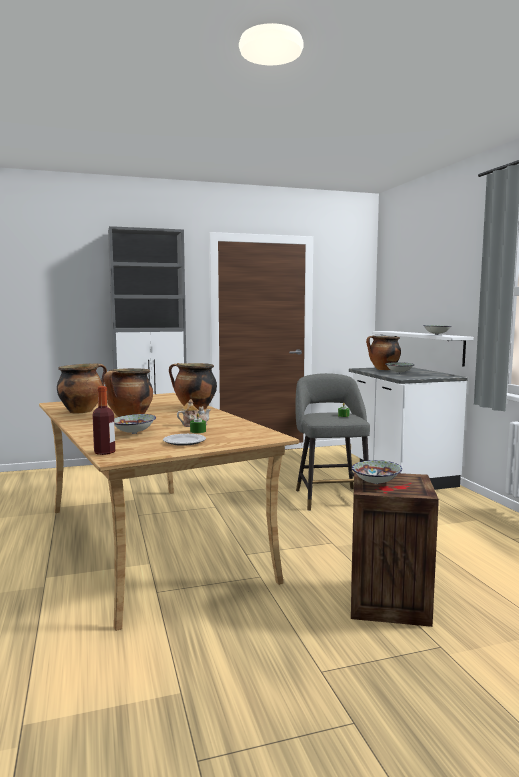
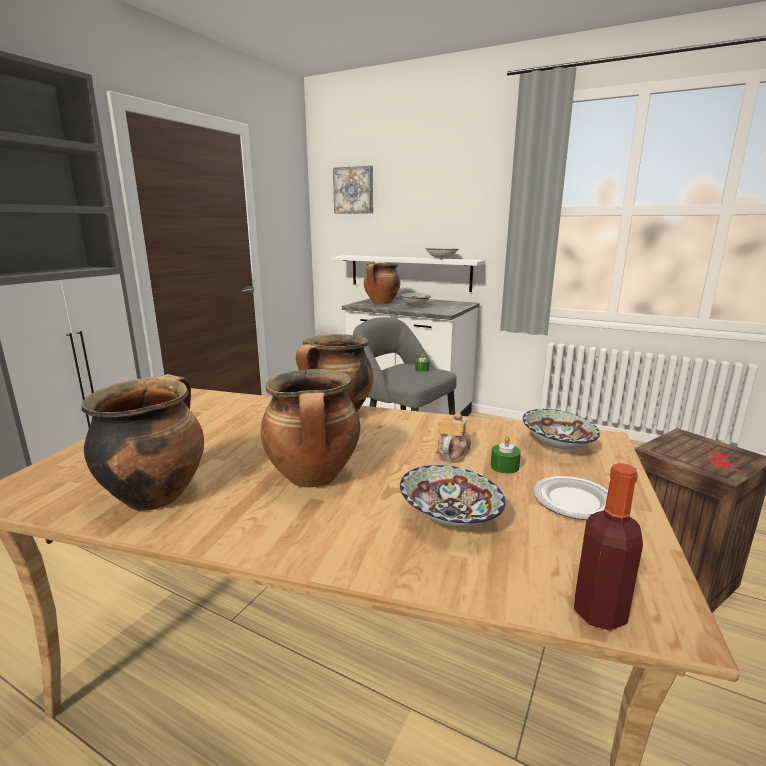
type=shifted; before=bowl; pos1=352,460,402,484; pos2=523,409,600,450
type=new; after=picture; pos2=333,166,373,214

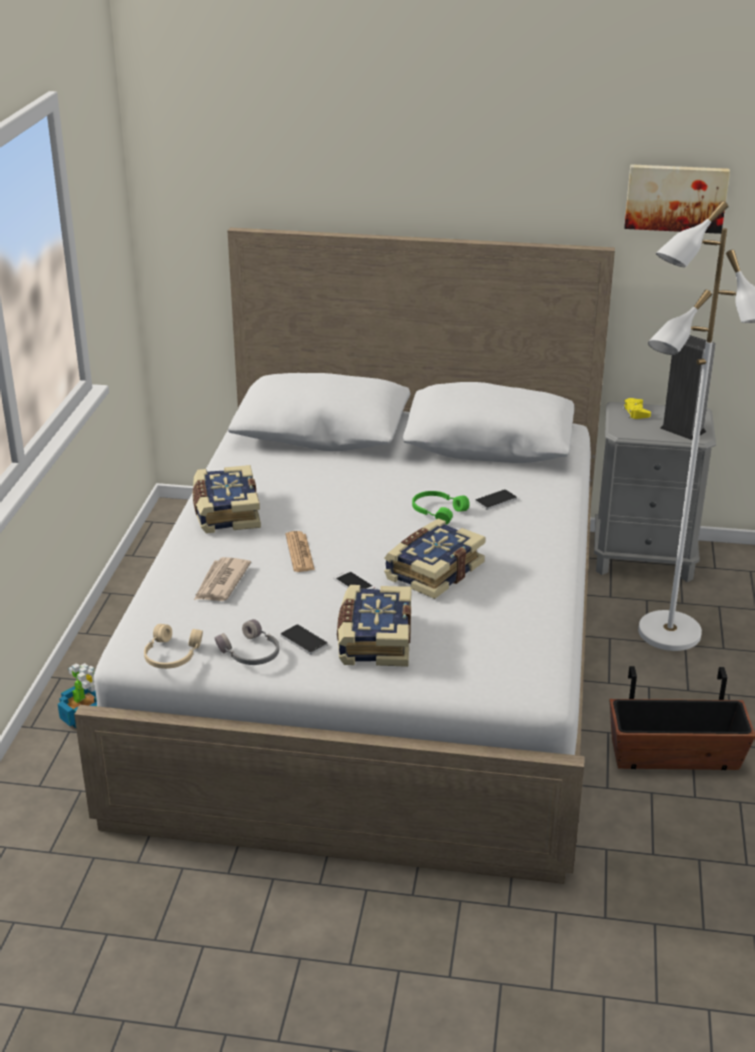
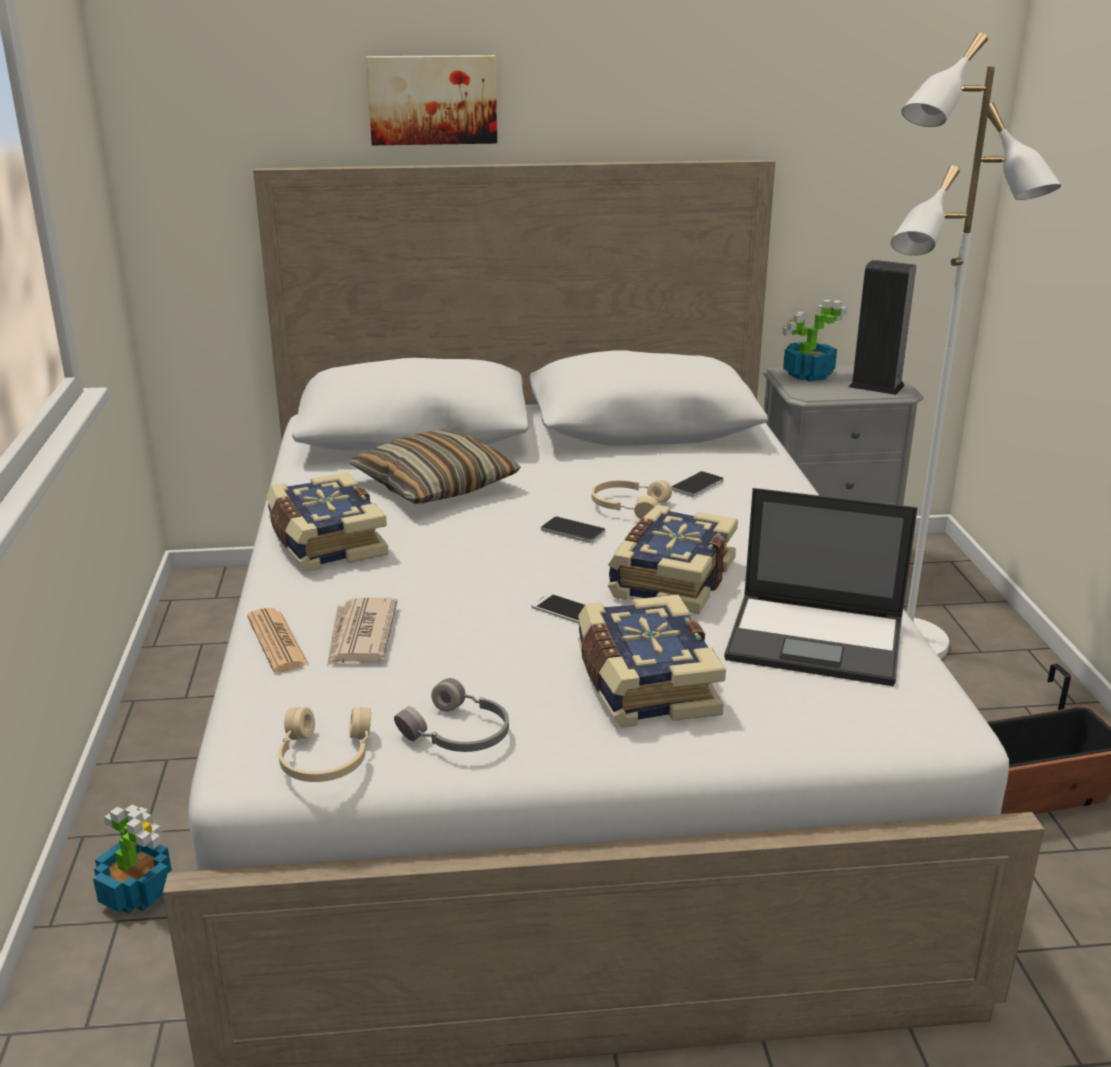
type=shifted; before=phone; pos1=280,624,327,655; pos2=541,516,605,543
type=shifted; before=newspaper; pos1=286,531,315,572; pos2=247,608,309,672
type=repainted; before=green headphones; after=beige headphones; pos1=412,491,470,524; pos2=592,480,672,519
type=swapped; before=yellow game controller; after=potted plant; pos1=623,398,651,419; pos2=782,299,847,382
type=shifted; before=picture; pos1=624,164,730,234; pos2=366,55,497,145
type=new; after=pillow; pos2=349,430,521,504
type=new; after=laptop; pos2=724,488,918,686

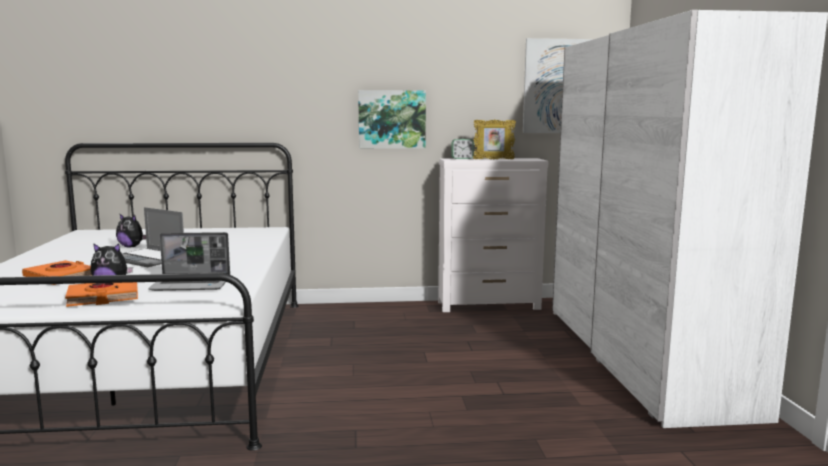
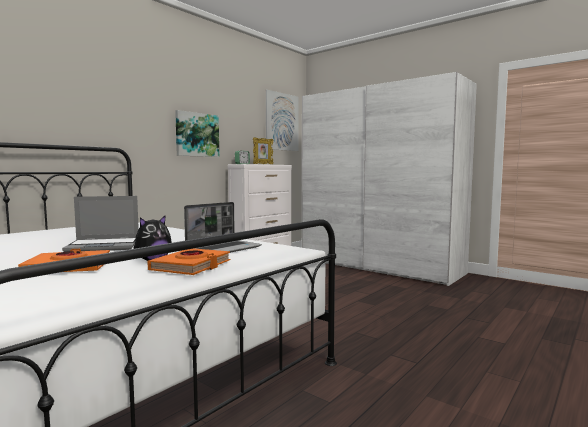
type=gone; before=plush toy; pos1=116,213,146,248

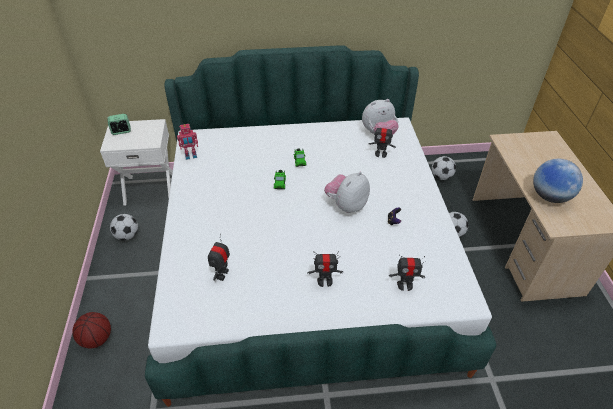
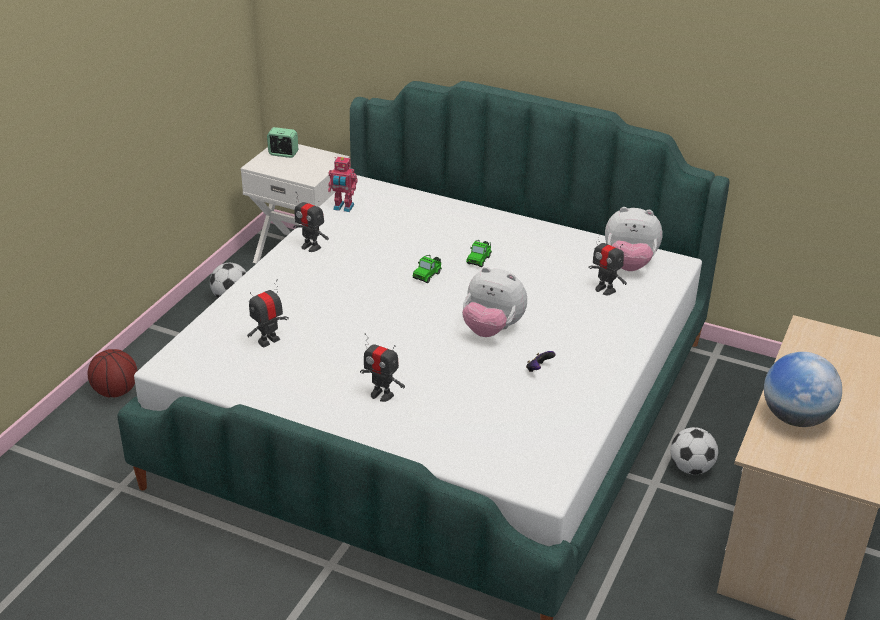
type=rotated; before=plush toy; pos1=324,172,370,213; pos2=462,267,527,337; turn=-135
type=shifted; before=toy robot; pos1=389,254,425,291; pos2=293,192,329,252
type=gone; before=football; pos1=432,156,456,180

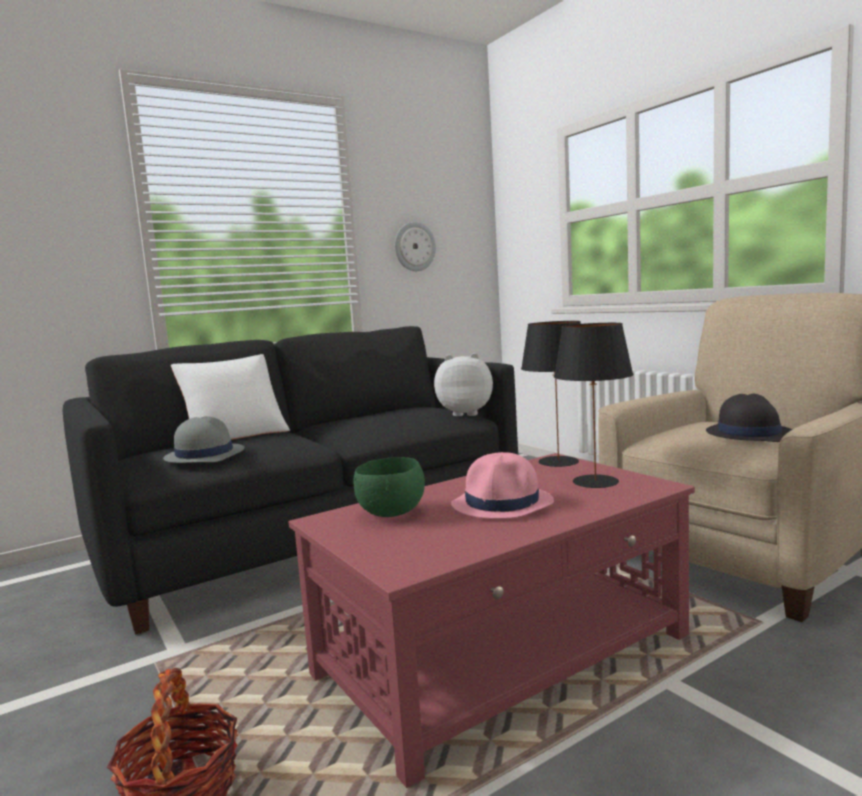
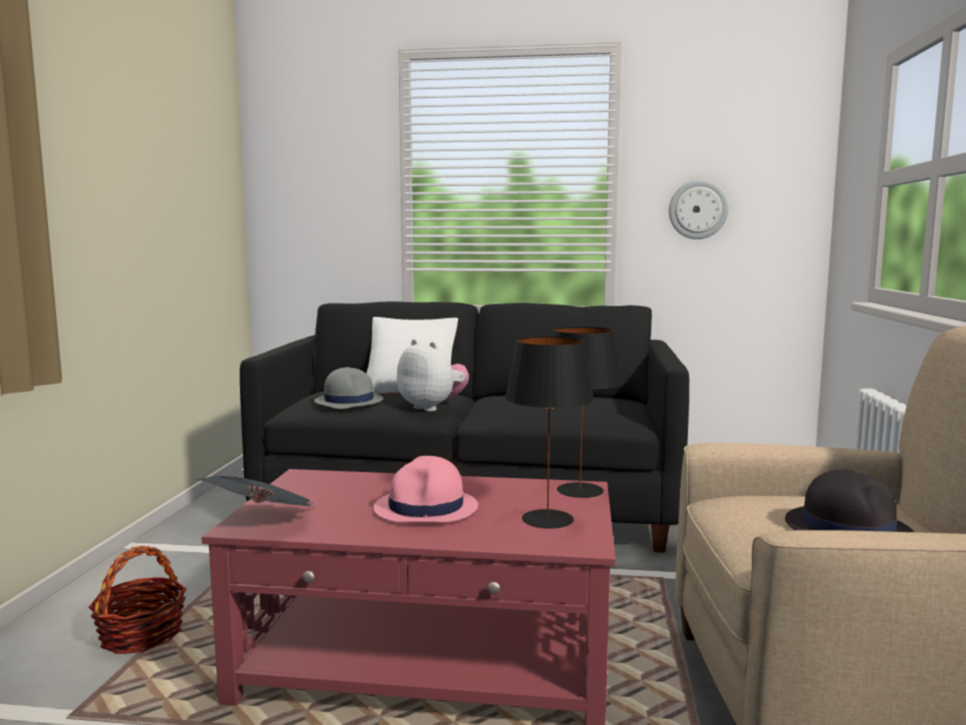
type=gone; before=green bowl; pos1=354,457,425,517
type=shifted; before=plush toy; pos1=434,353,493,416; pos2=397,339,469,412
type=new; after=newspaper; pos2=197,476,315,506

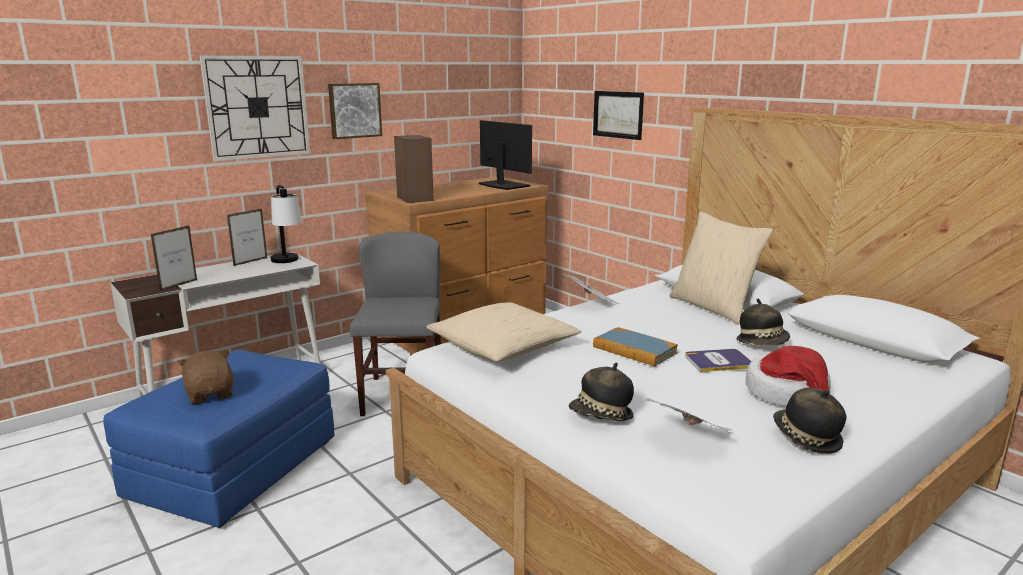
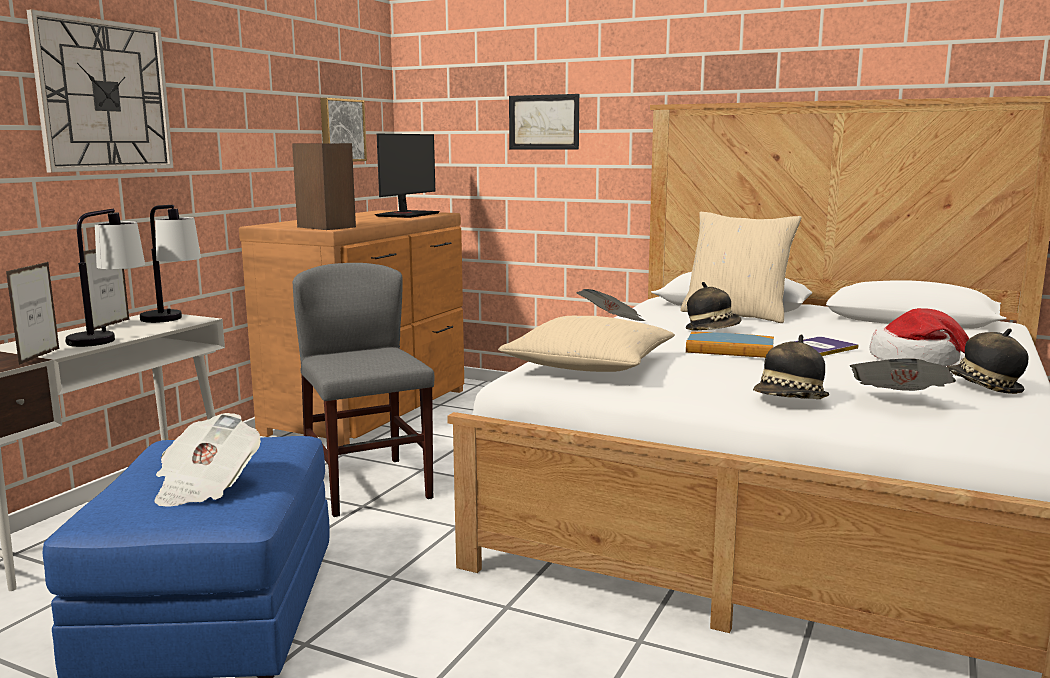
type=swapped; before=brown plush toy; after=newspaper; pos1=177,351,233,404; pos2=155,413,261,507
type=shifted; before=picture; pos1=328,83,382,139; pos2=320,98,367,162
type=rotated; before=monitor; pos1=478,120,532,190; pos2=375,134,440,218; turn=90
type=shifted; before=hat; pos1=736,299,790,346; pos2=686,282,742,331
type=new; after=table lamp; pos2=65,209,145,347

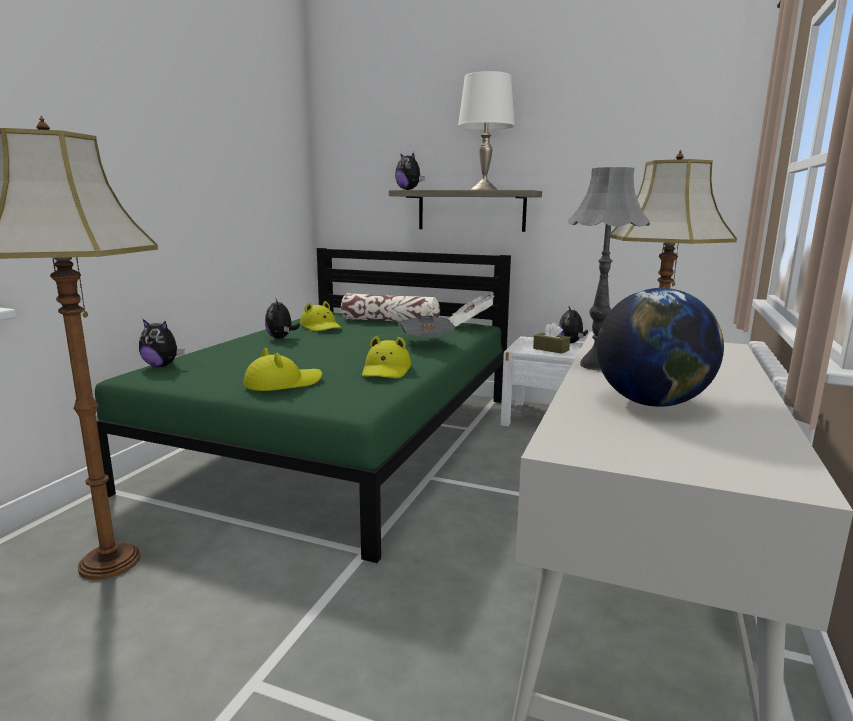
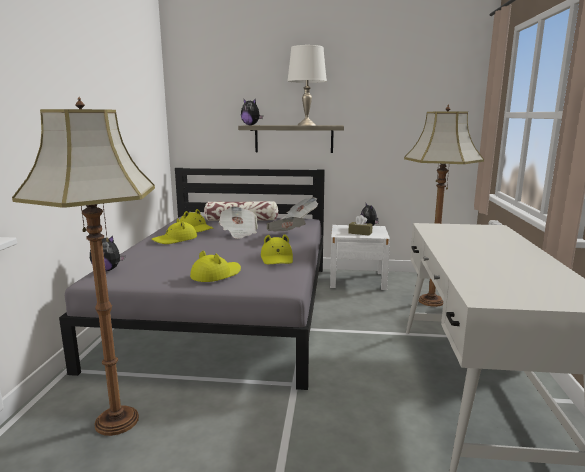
type=repainted; before=green bed; after=grey bed; pos1=95,248,511,563; pos2=59,168,325,390
type=swapped; before=plush toy; after=yellow hat; pos1=265,297,300,338; pos2=152,218,197,244
type=gone; before=grey table lamp; pos1=568,167,650,370
type=gone; before=globe; pos1=597,288,724,407
type=new; after=newspaper; pos2=219,206,258,239

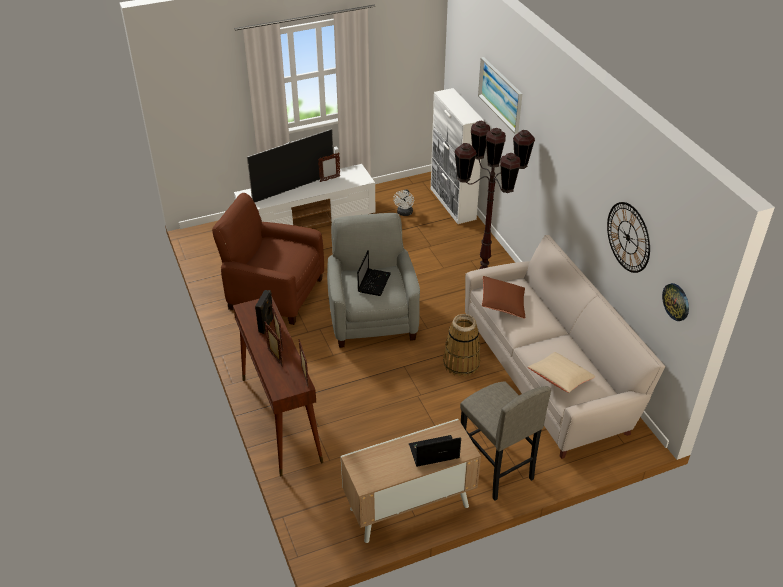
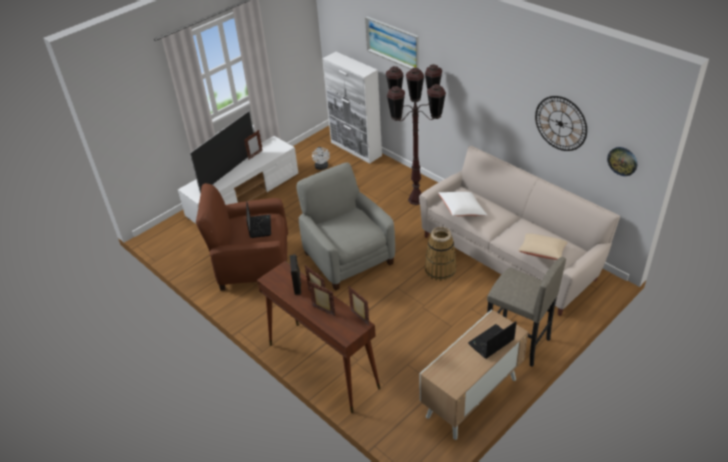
type=shifted; before=laptop; pos1=357,250,391,296; pos2=246,201,271,238
type=repainted; before=brown pillow; after=white pillow; pos1=482,276,525,319; pos2=438,192,487,216

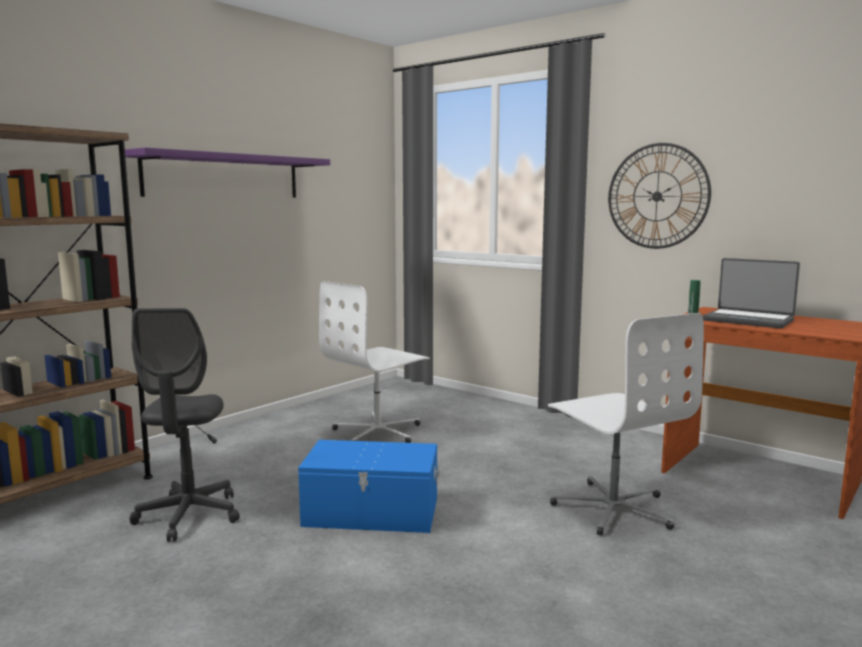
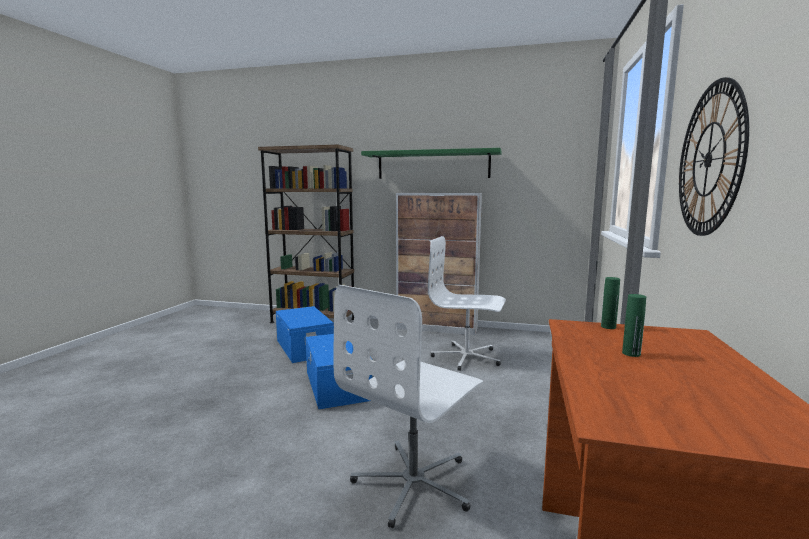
type=repainted; before=purple shelf; after=green shelf; pos1=125,147,330,198; pos2=361,148,501,179
type=swapped; before=grey office chair; after=blue storage box; pos1=130,308,240,542; pos2=276,306,334,363
type=swapped; before=laptop; after=green bottle; pos1=703,258,800,329; pos2=622,294,646,357
type=new; after=cabinet; pos2=396,193,482,335

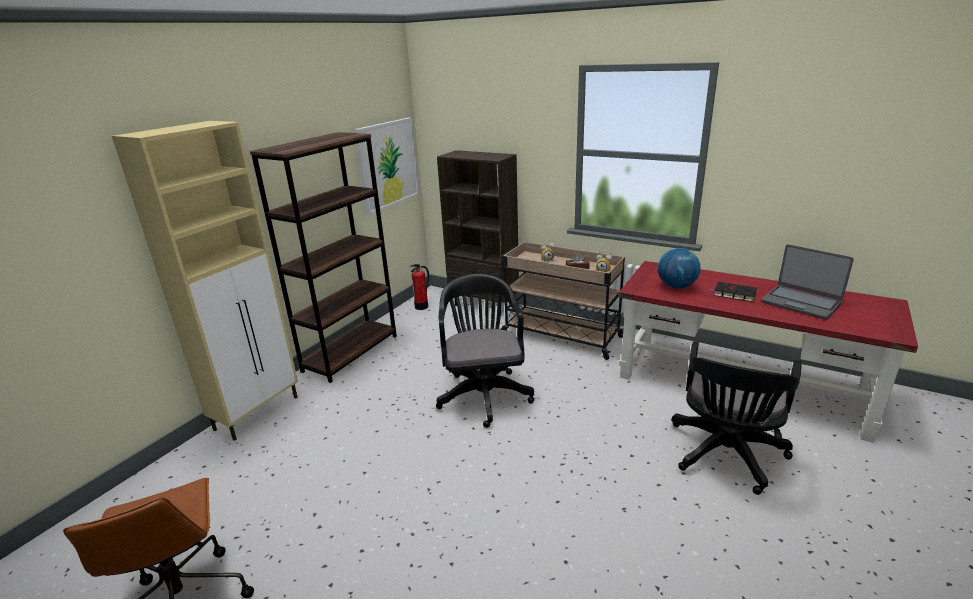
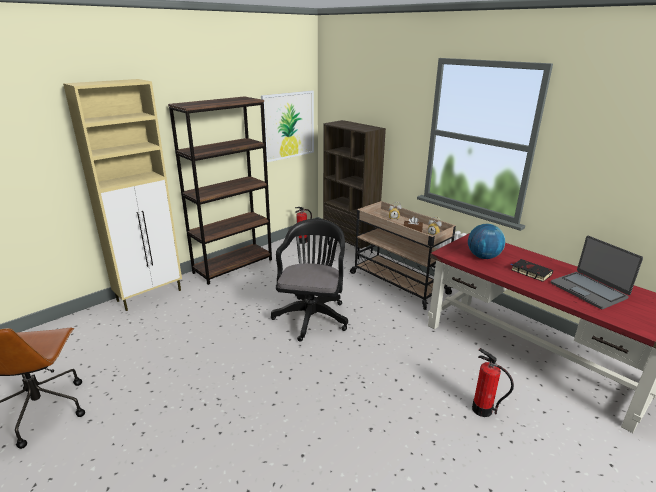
type=swapped; before=black office chair; after=fire extinguisher; pos1=671,341,802,495; pos2=472,348,514,417

